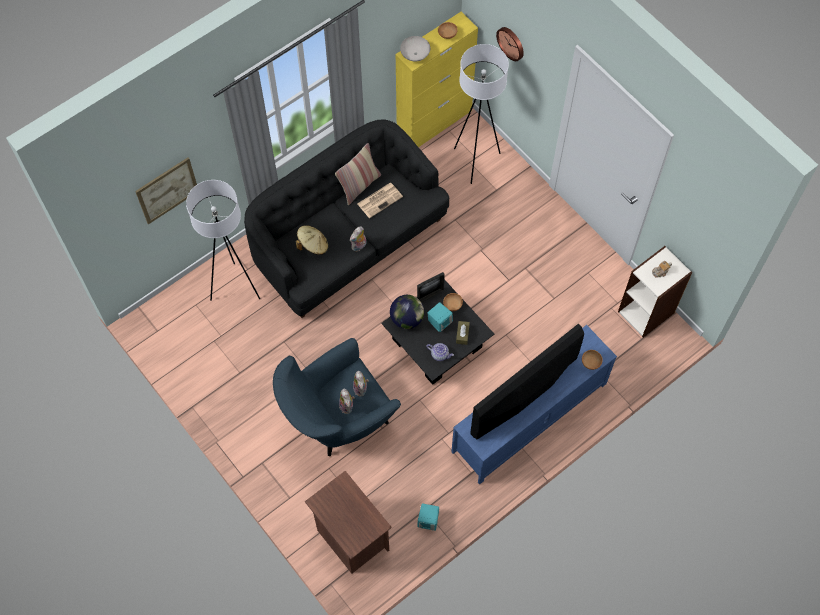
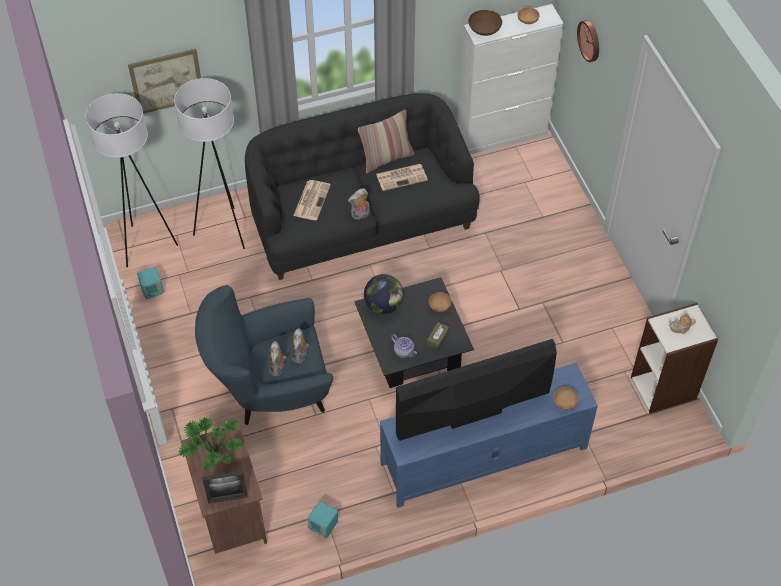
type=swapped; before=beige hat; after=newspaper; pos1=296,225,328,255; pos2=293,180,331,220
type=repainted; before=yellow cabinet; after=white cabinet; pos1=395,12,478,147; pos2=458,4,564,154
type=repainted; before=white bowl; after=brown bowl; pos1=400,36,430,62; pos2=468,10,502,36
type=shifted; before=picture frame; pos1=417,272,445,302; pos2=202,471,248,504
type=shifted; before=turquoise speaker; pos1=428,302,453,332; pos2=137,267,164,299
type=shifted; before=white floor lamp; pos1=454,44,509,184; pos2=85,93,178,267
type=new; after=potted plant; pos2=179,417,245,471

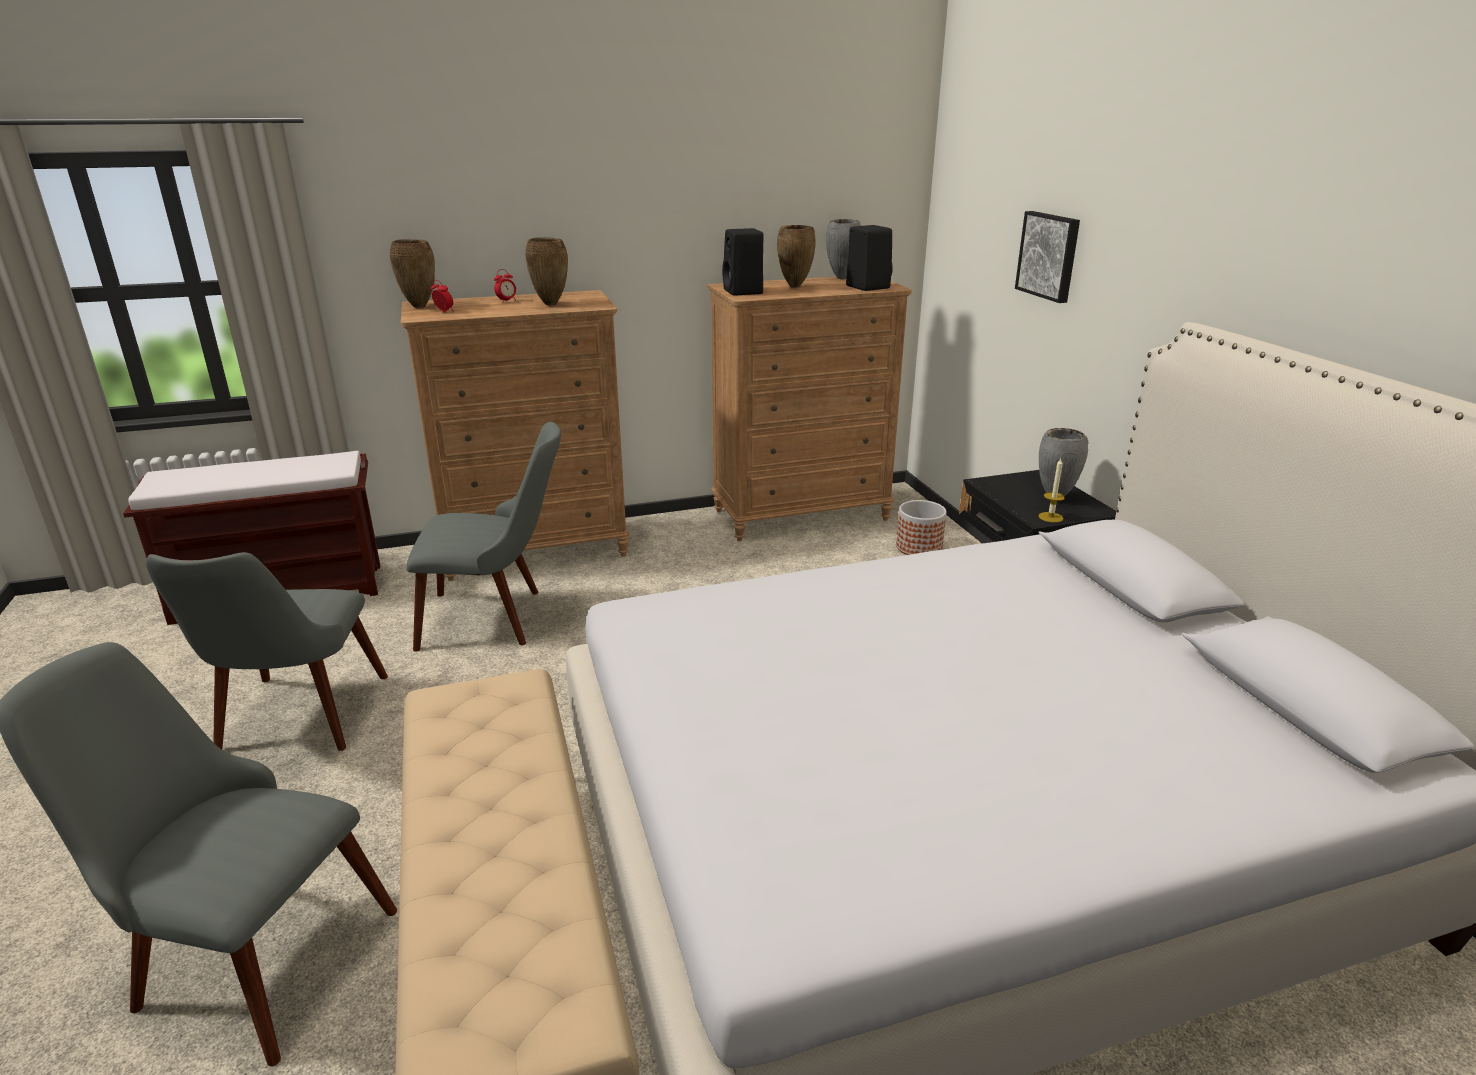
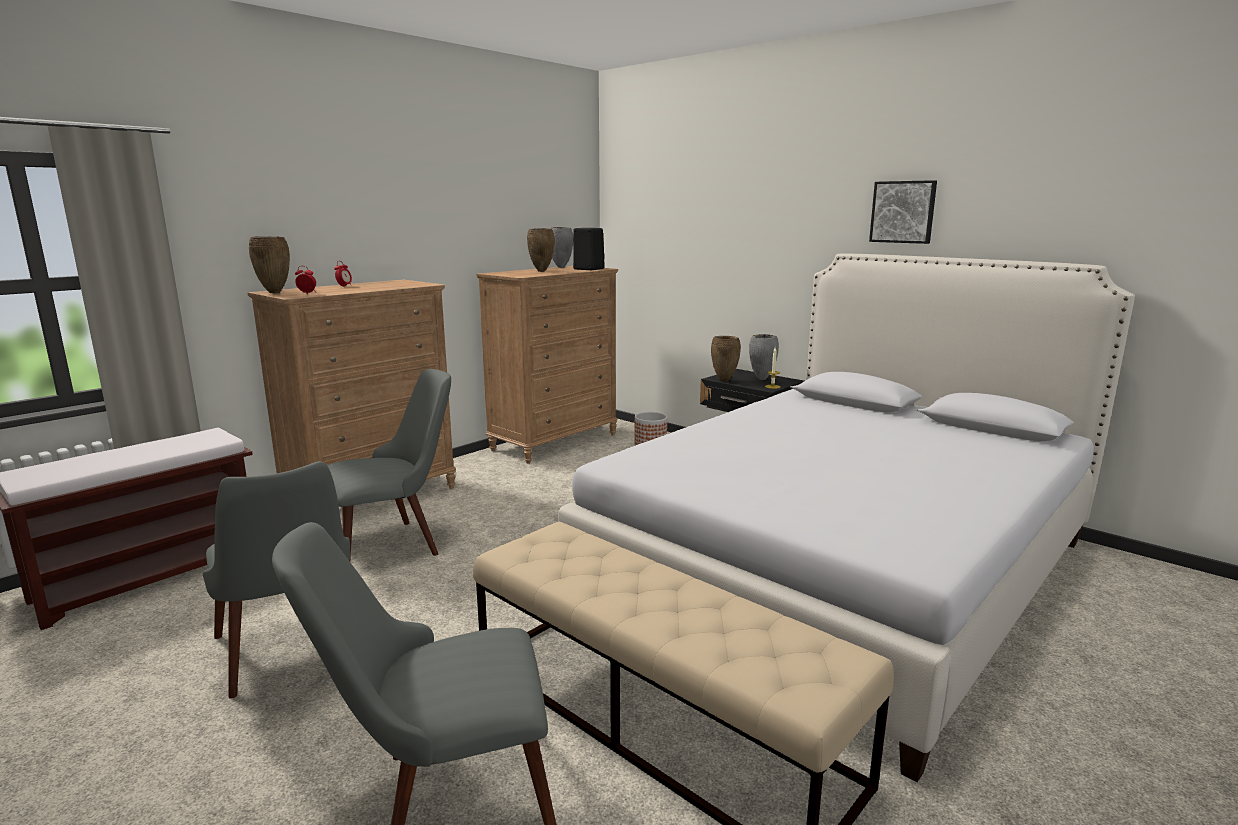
type=shifted; before=brown vase; pos1=525,237,568,305; pos2=711,336,741,382
type=gone; before=black speaker; pos1=722,228,764,296
type=shifted; before=picture; pos1=1015,211,1080,303; pos2=869,180,937,244

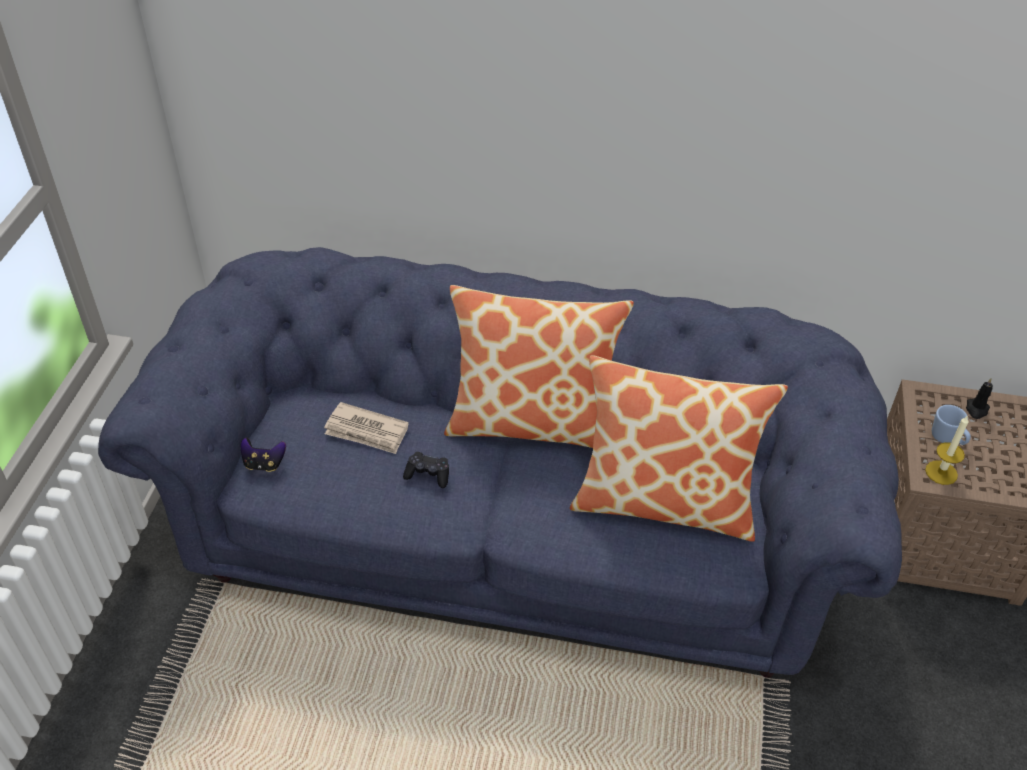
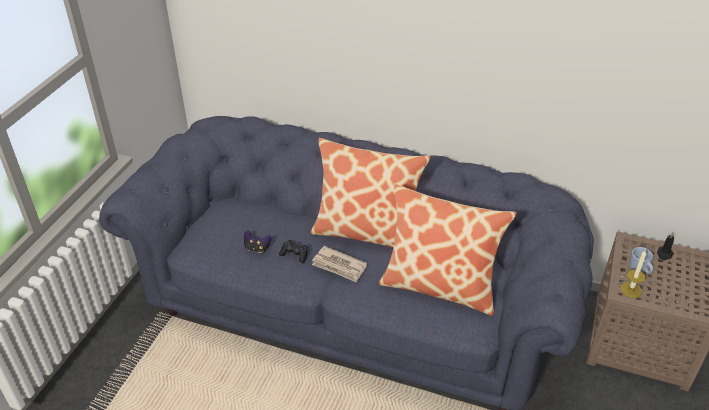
type=shifted; before=game controller; pos1=241,437,286,472; pos2=244,230,272,253
type=shifted; before=newspaper; pos1=324,402,409,454; pos2=312,246,367,283

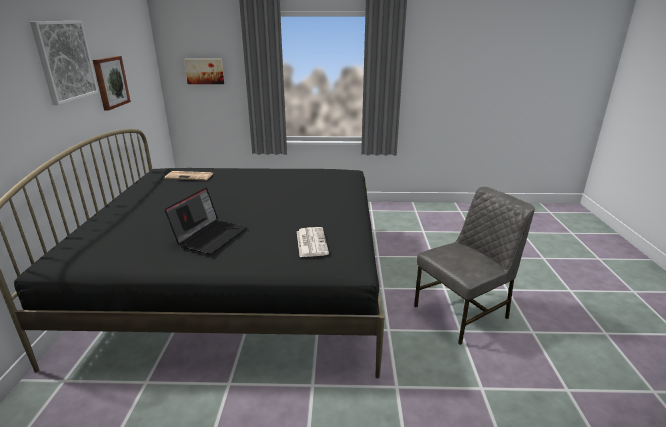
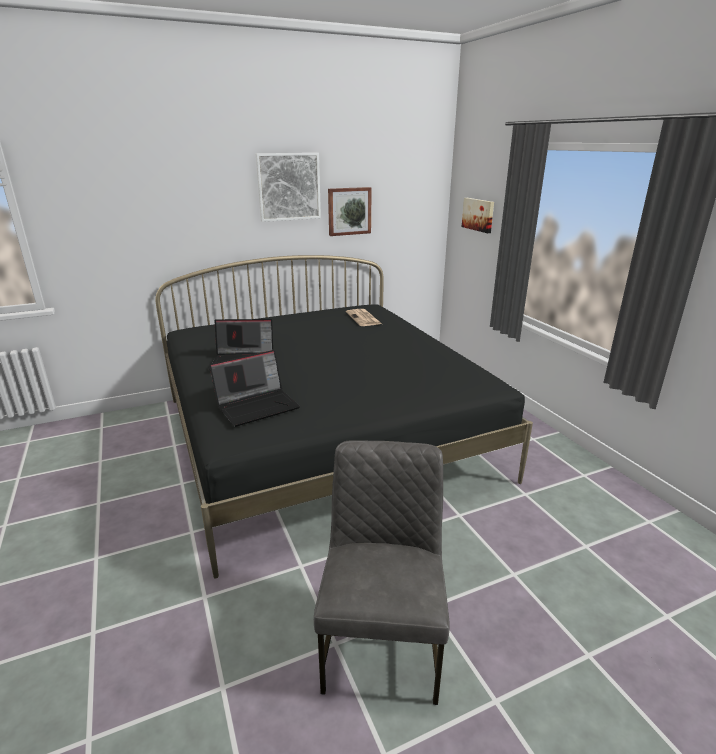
type=swapped; before=newspaper; after=laptop; pos1=297,227,329,257; pos2=209,350,300,427
type=rotated; before=grey chair; pos1=414,187,535,345; pos2=314,441,450,705; turn=-120

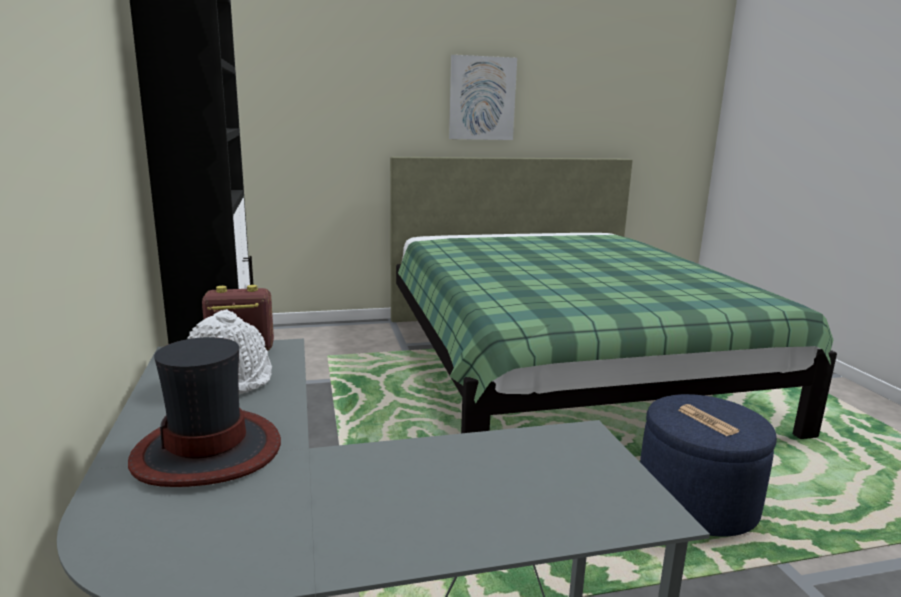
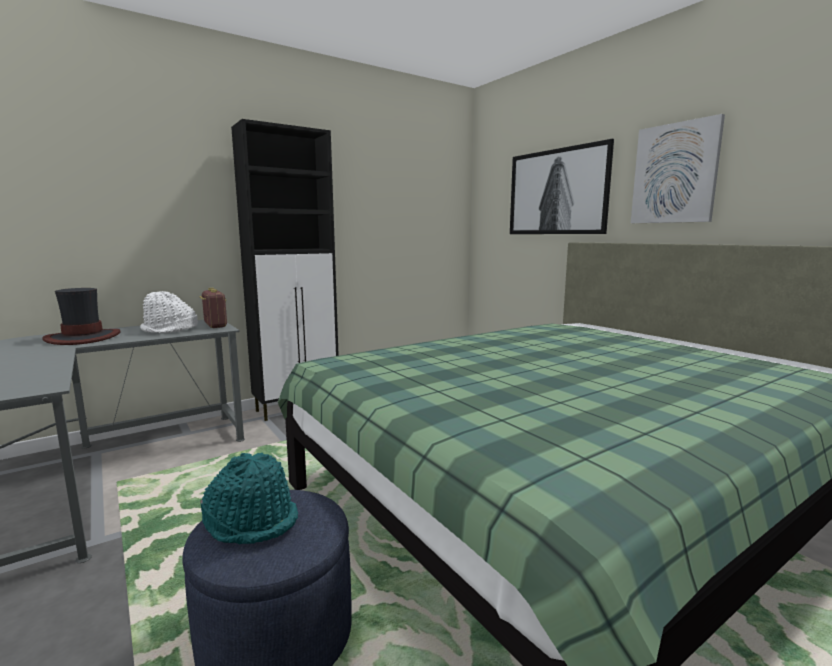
type=swapped; before=newspaper; after=turquoise hat; pos1=678,404,739,436; pos2=201,453,298,544
type=new; after=picture; pos2=510,139,614,234

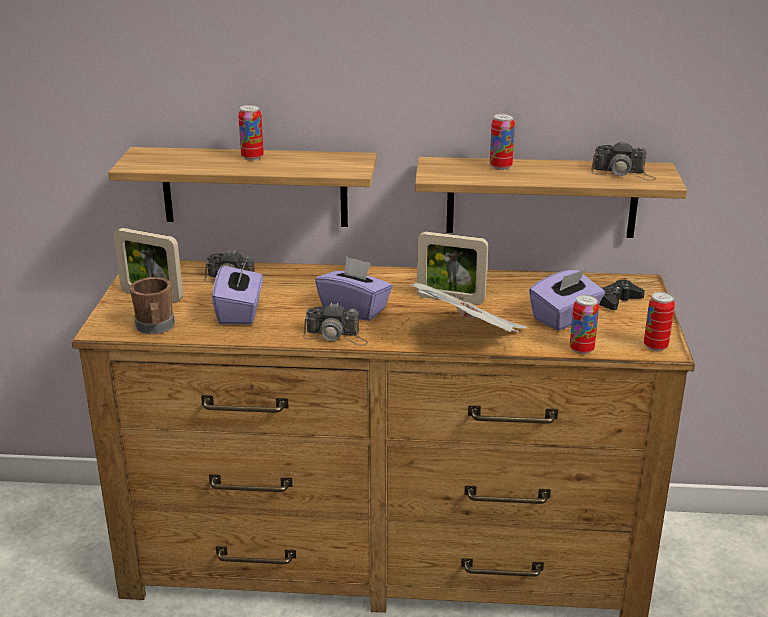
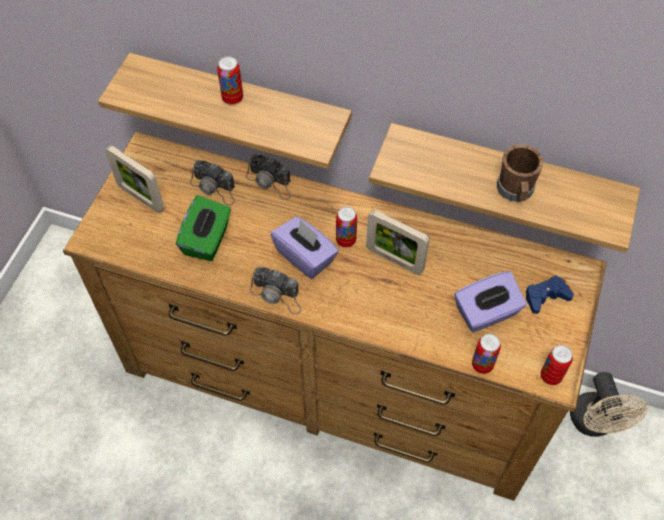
type=shifted; before=brown mug; pos1=130,277,175,334; pos2=497,145,544,202
type=repainted; before=purple tissue box; after=green tissue box; pos1=212,261,263,325; pos2=176,195,231,261
type=gone; before=newspaper; pos1=410,283,527,332
type=shifted; before=can; pos1=490,114,515,170; pos2=336,207,357,247
type=shifted; before=photo camera; pos1=591,141,656,181; pos2=246,154,291,200
type=repainted; before=black game controller; after=blue game controller; pos1=599,280,645,310; pos2=526,275,574,314
type=new; after=beige fan; pos2=570,372,648,437

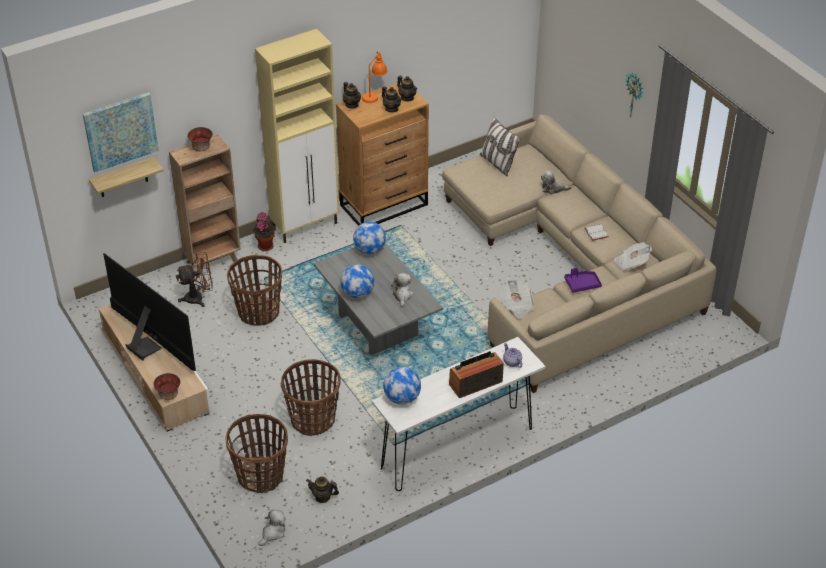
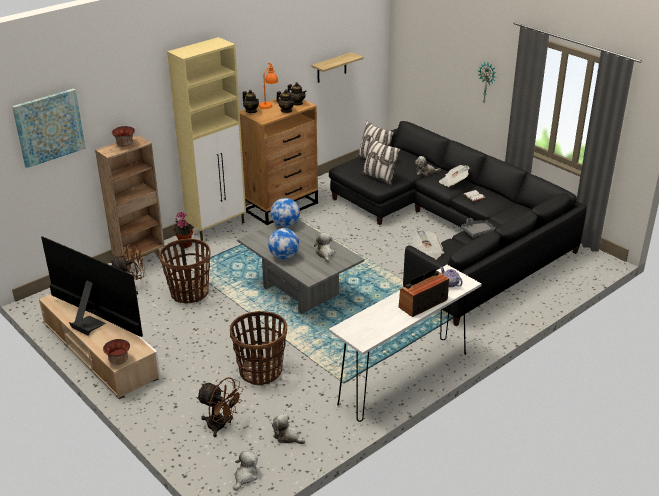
type=shifted; before=shelf; pos1=89,157,164,197; pos2=312,52,364,83
type=swapped; before=basket; after=brown fan; pos1=225,414,288,493; pos2=196,377,243,437
type=swapped; before=teapot; after=plush toy; pos1=306,477,339,503; pos2=272,413,305,444
type=gone; before=globe; pos1=383,367,421,405
type=repainted; before=beige sofa; after=black sofa; pos1=442,114,716,393; pos2=329,121,587,326
type=repainted; before=purple tray; after=grey tray; pos1=564,268,602,293; pos2=461,218,495,237
type=shifted; before=newspaper; pos1=614,242,652,271; pos2=439,165,470,187
type=new; after=pillow; pos2=361,137,400,185

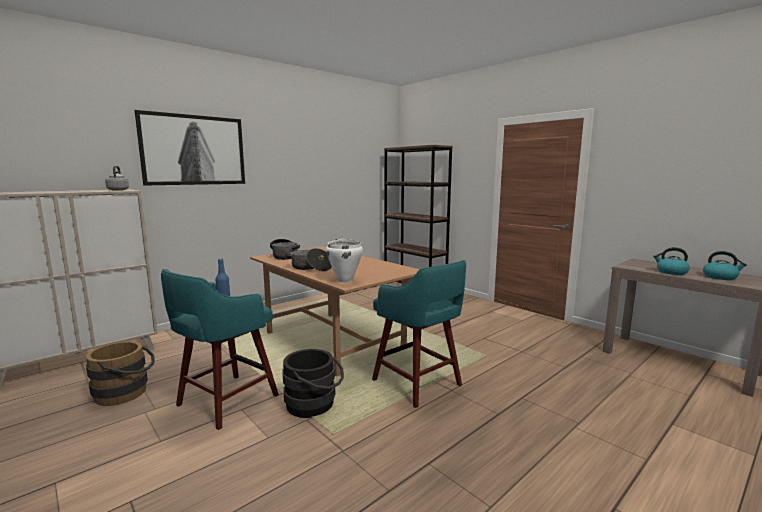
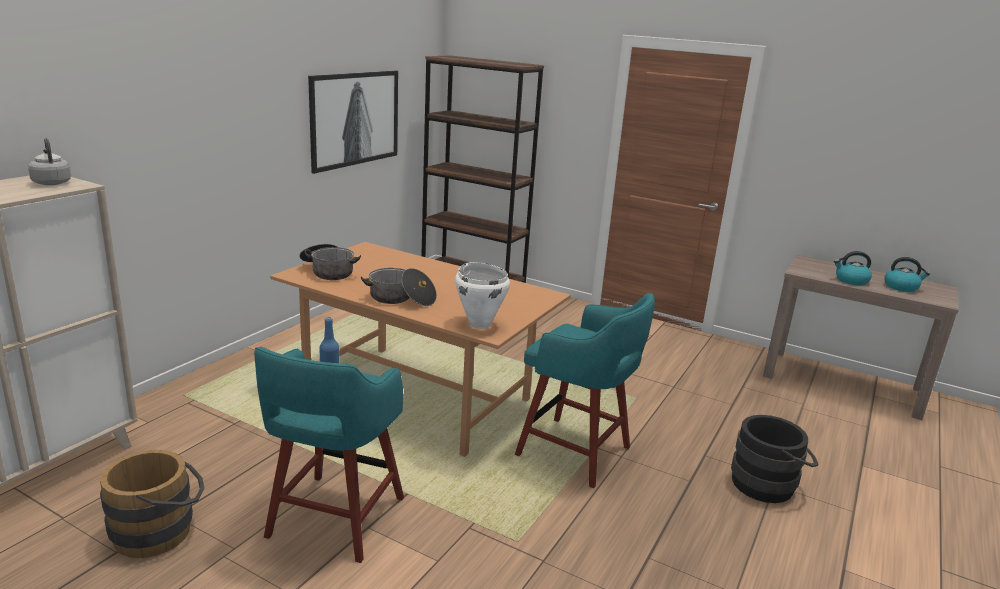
type=shifted; before=picture; pos1=135,110,245,186; pos2=308,71,398,174
type=shifted; before=black bucket; pos1=282,349,344,418; pos2=731,415,819,503

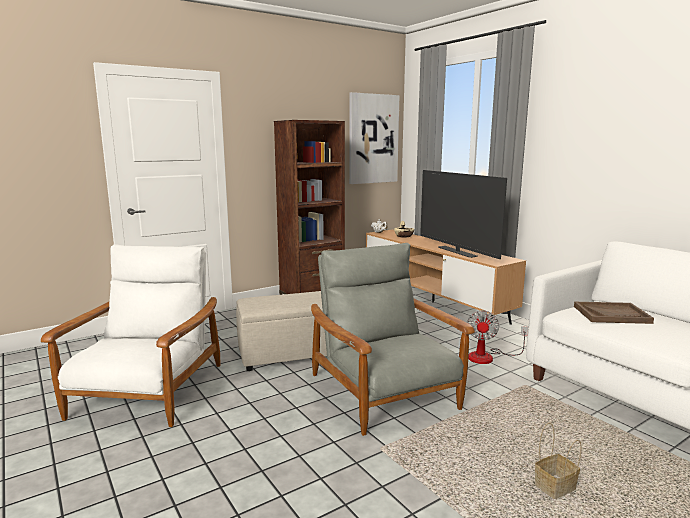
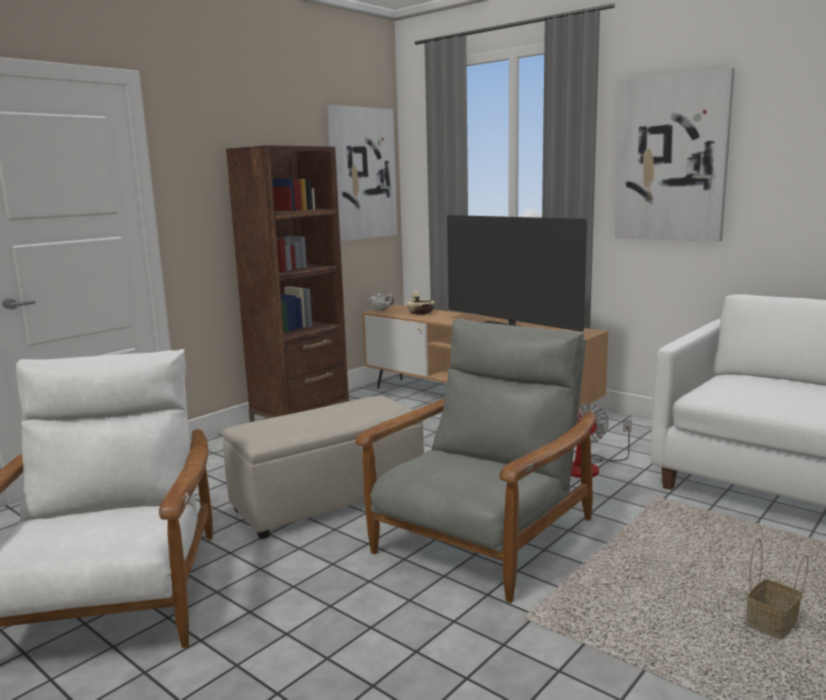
type=rotated; before=grey armchair; pos1=311,243,475,436; pos2=355,319,596,603; turn=75
type=gone; before=brown tray; pos1=574,302,654,324
type=new; after=picture; pos2=615,68,735,242

